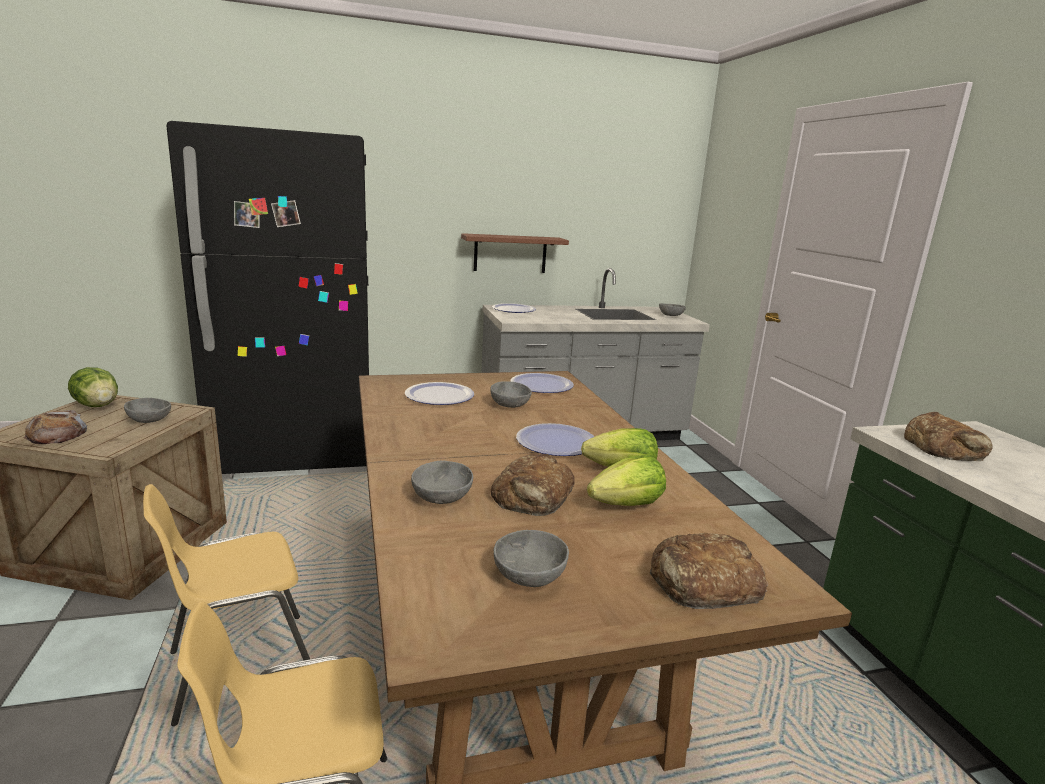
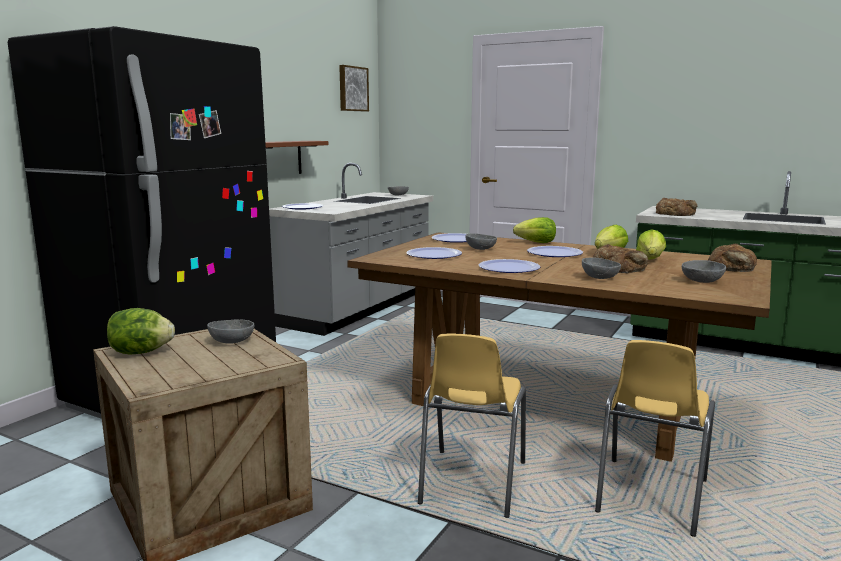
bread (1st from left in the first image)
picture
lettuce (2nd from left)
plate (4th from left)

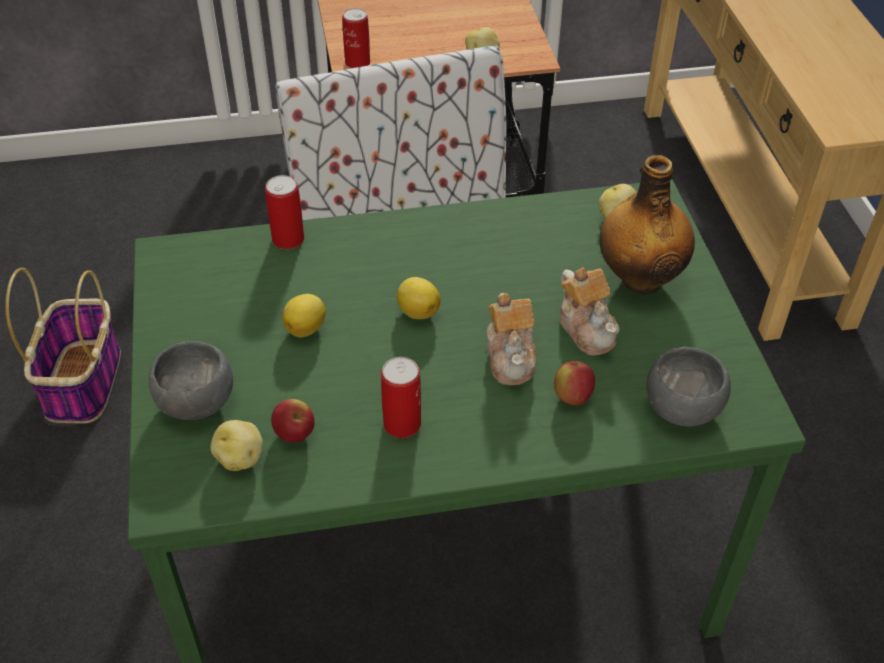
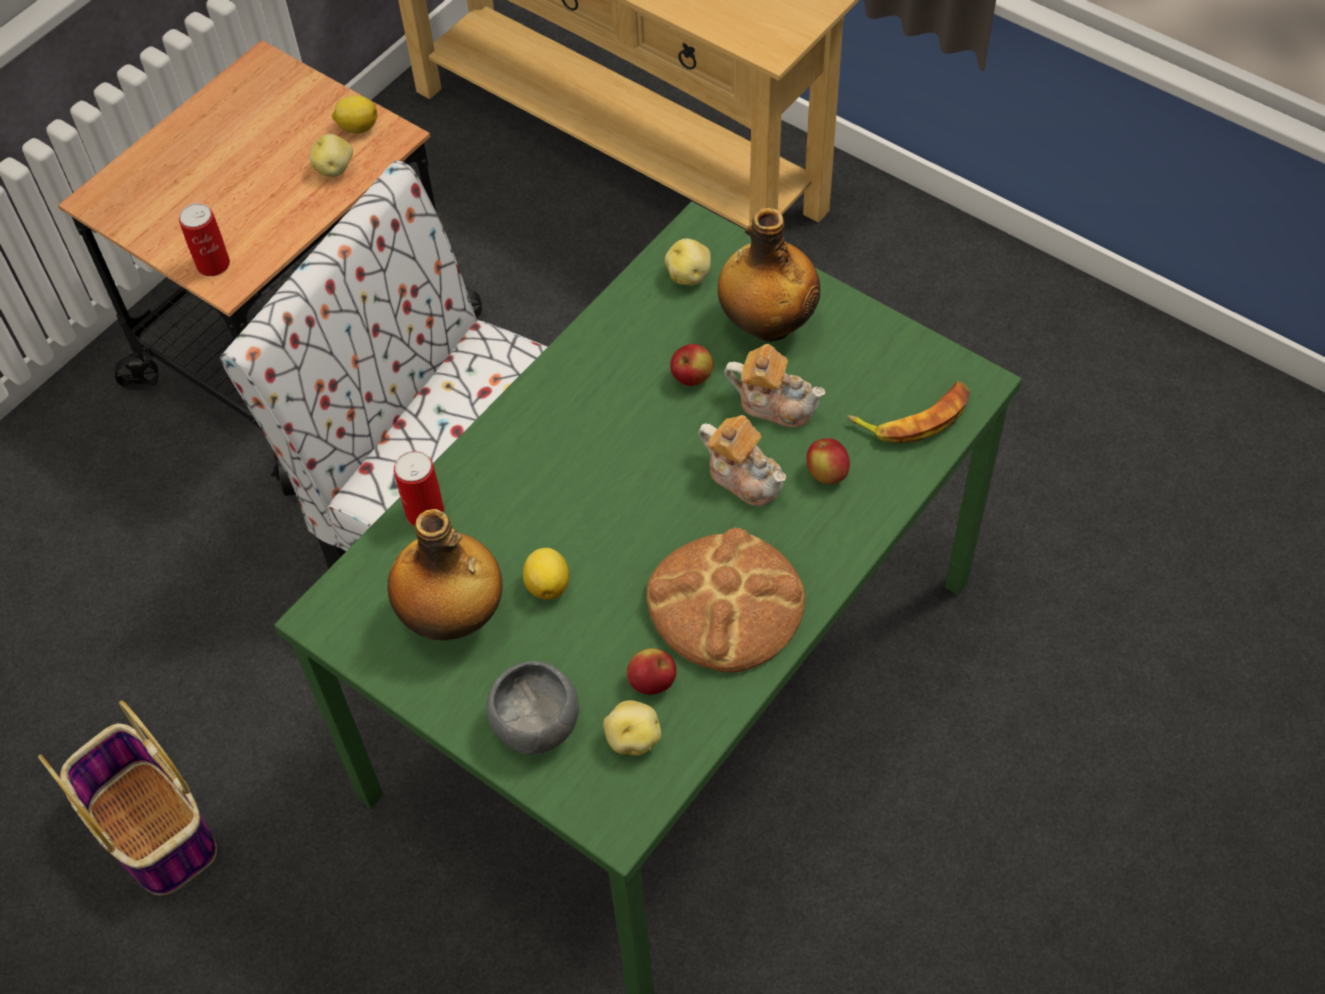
lemon (1st from left)
banana
bread
apple (2nd from left)
bottle (1st from left)

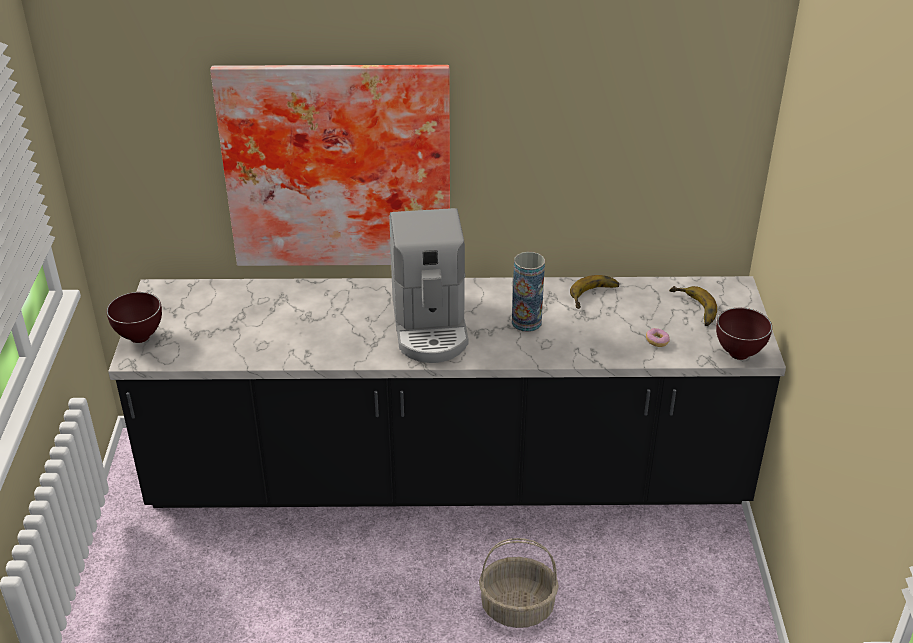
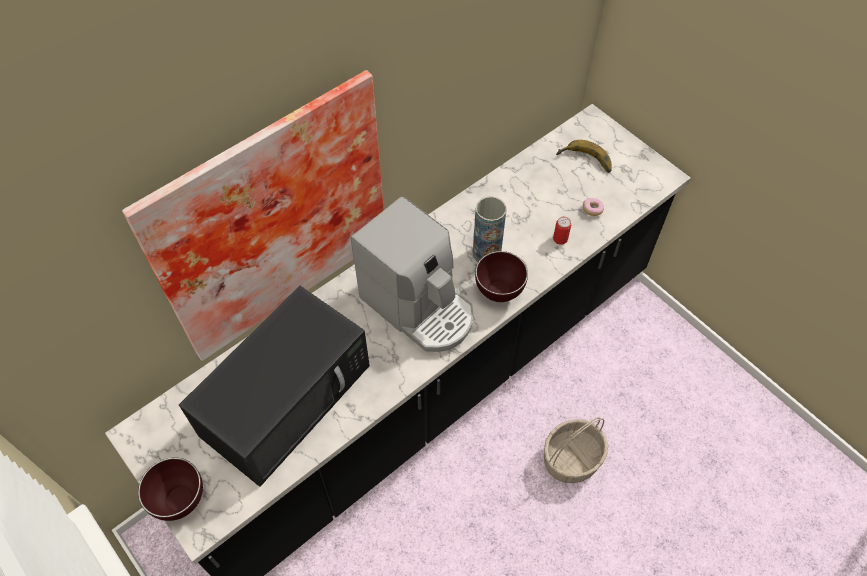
banana (1st from left in the first image)
brown bowl (2nd from left)
can
black microwave

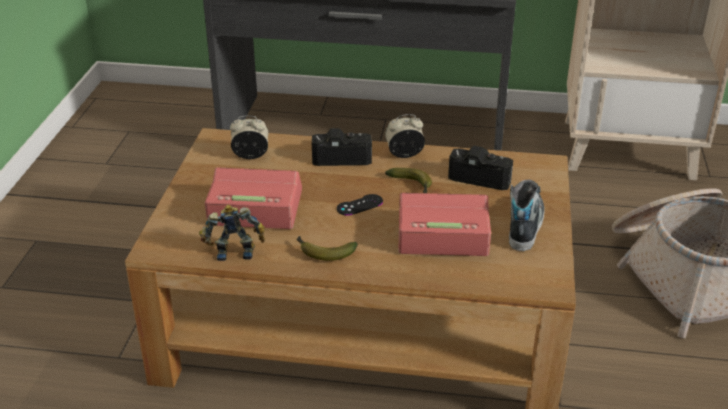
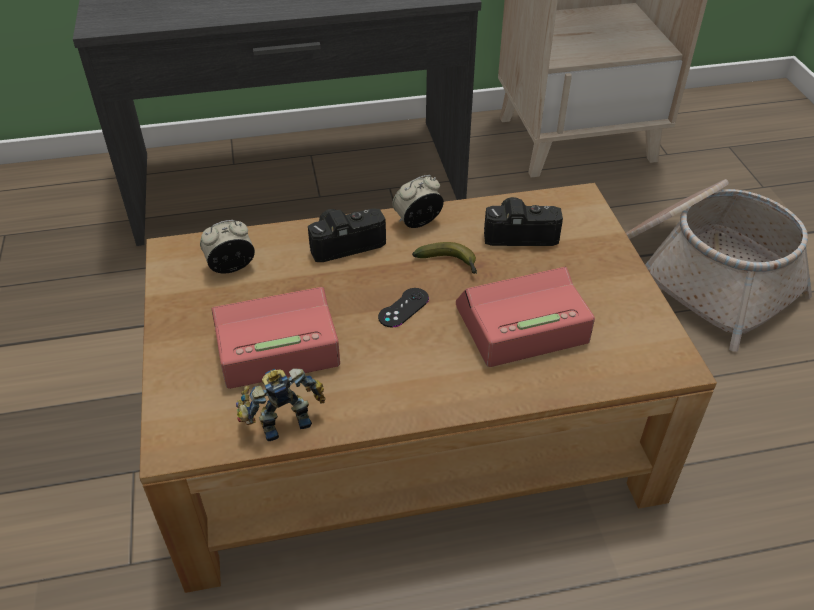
shoe
banana (1st from left in the first image)

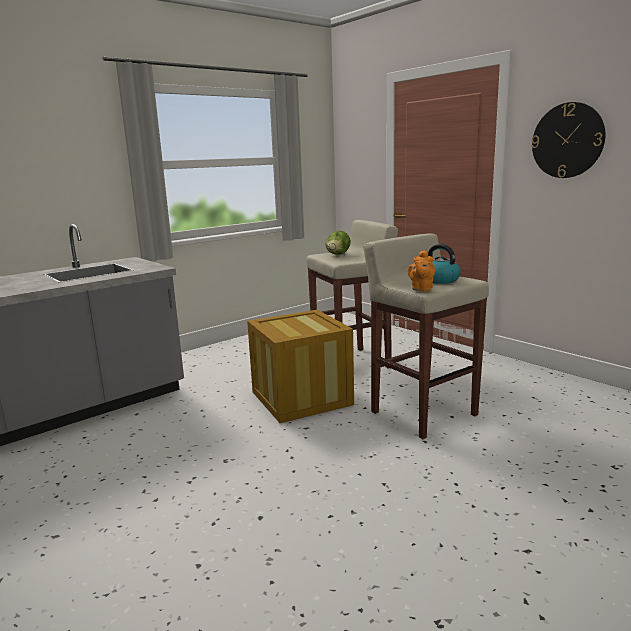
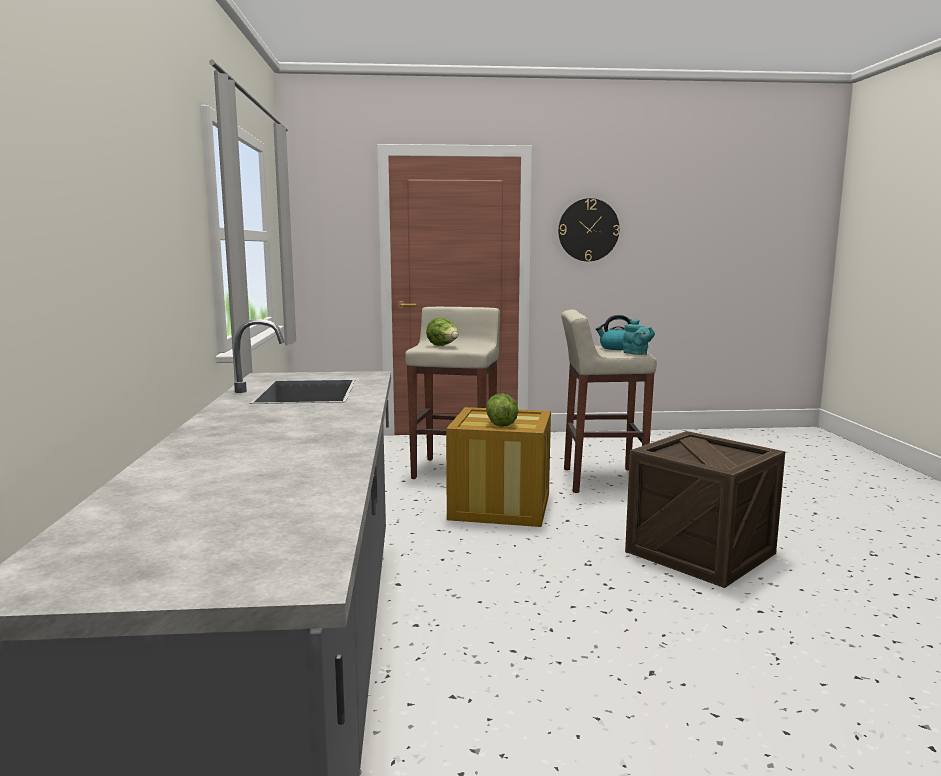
turquoise teapot
lettuce (2nd from left)
crate (2nd from left)

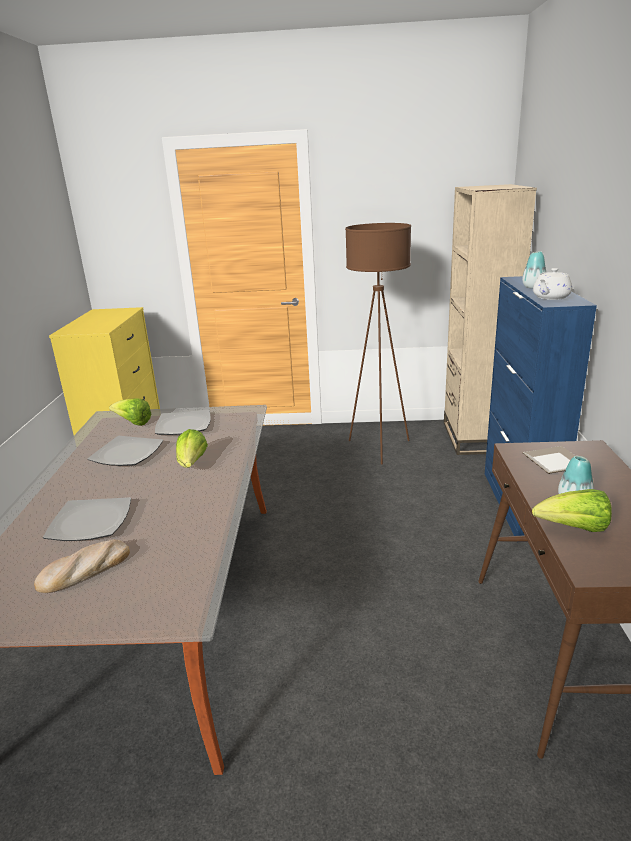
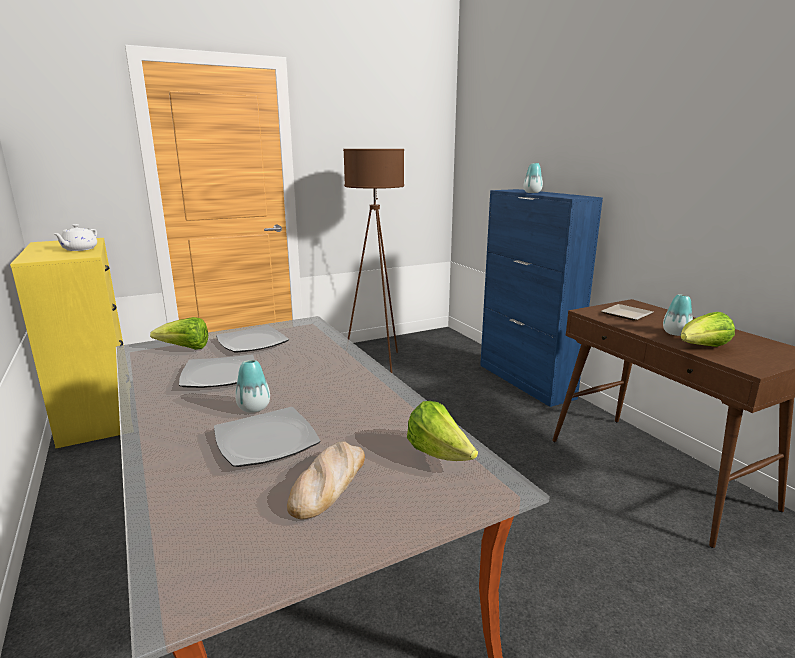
beige bookcase
white teapot
lettuce (2nd from left)
vase (1st from left)

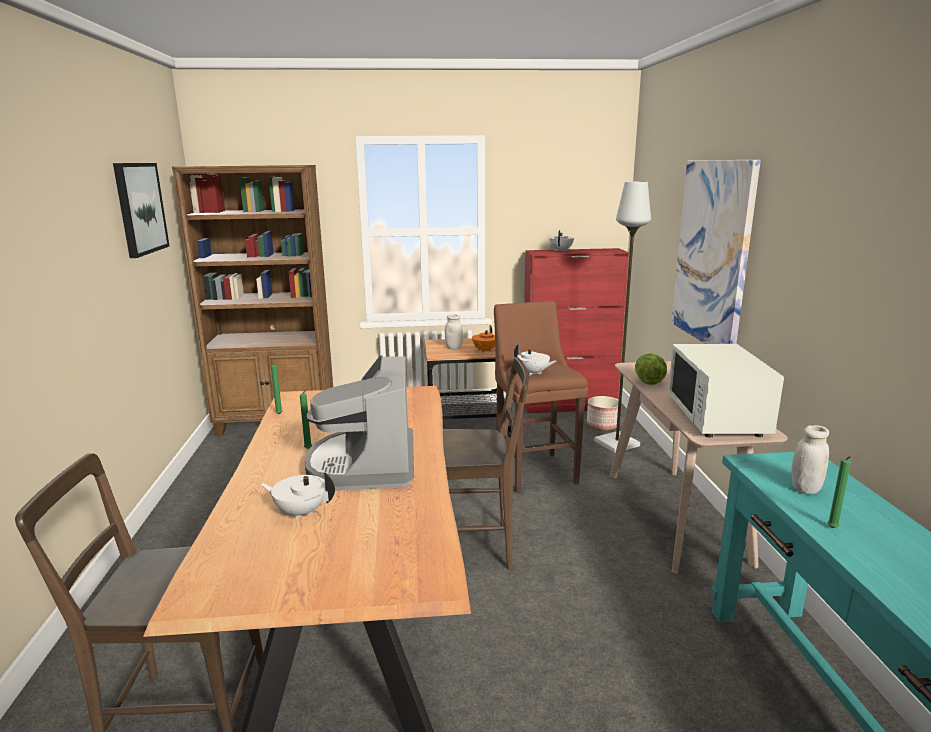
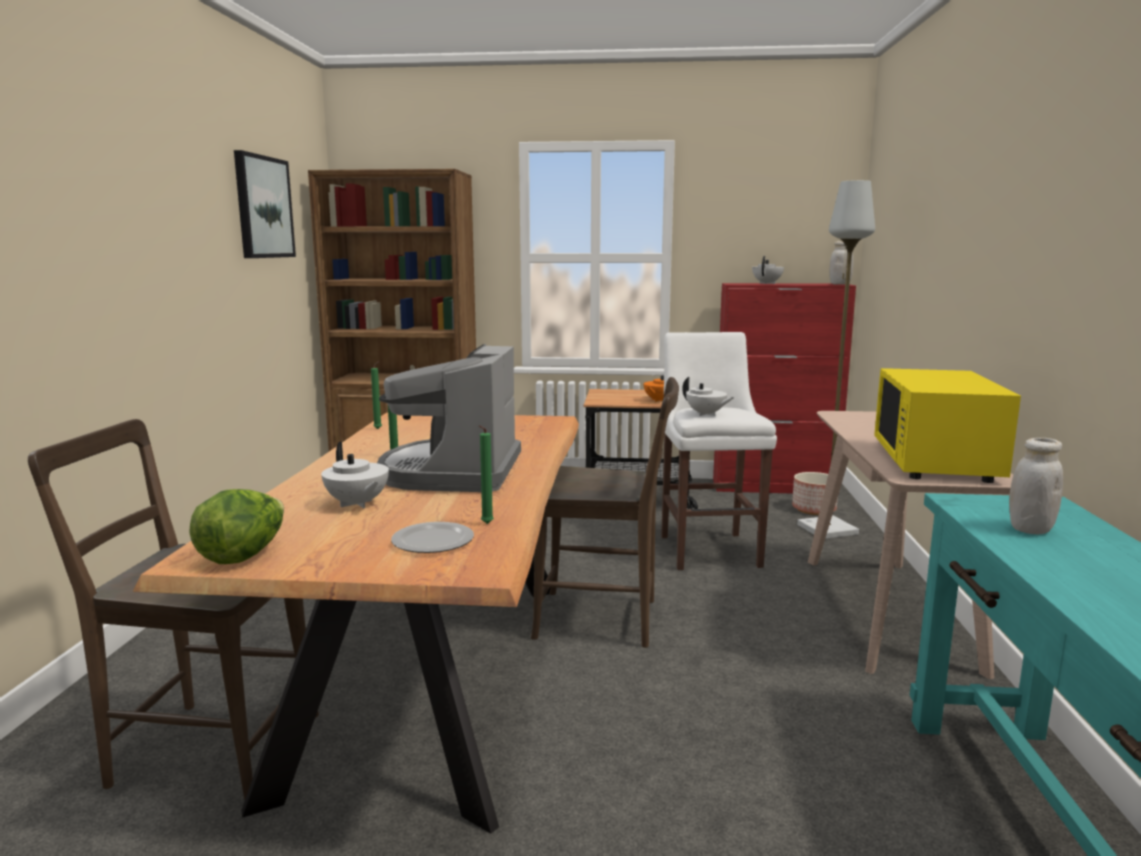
picture (2nd from left in the first image)
white stool
white jar (1st from left)
yellow microwave
lettuce
green candle (3rd from left)
white teapot (1st from left)
plate

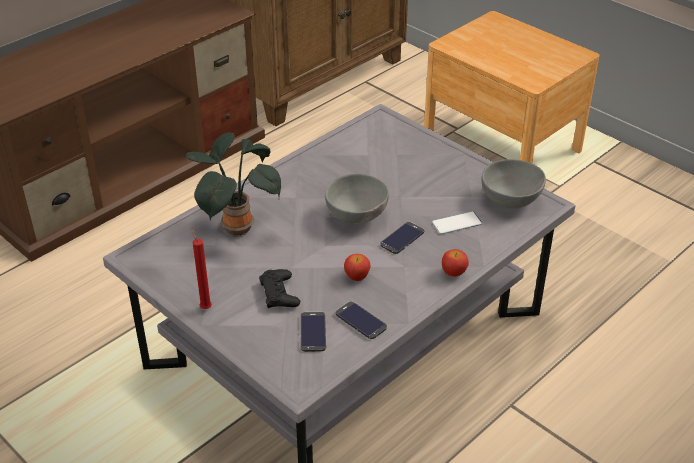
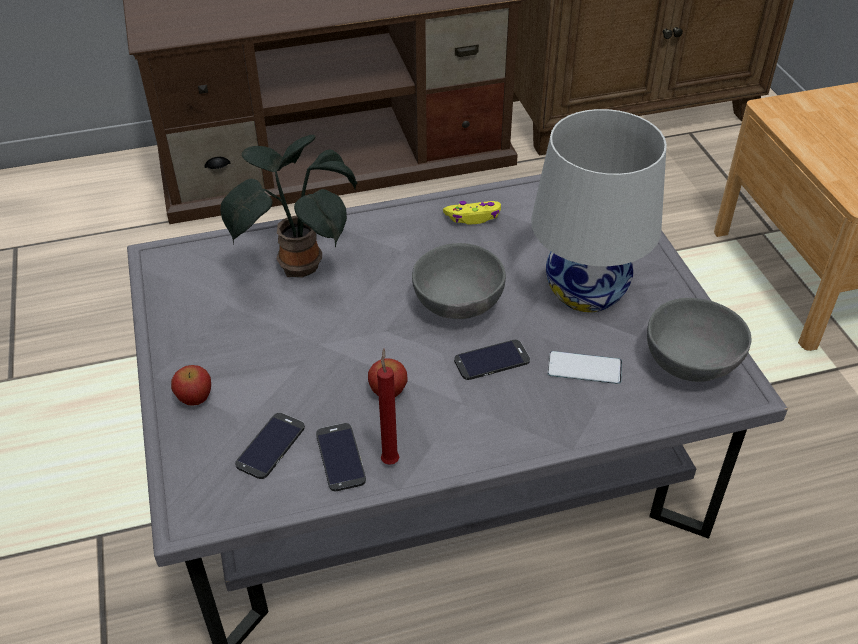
red candle
apple (1st from left)
black game controller
white table lamp
yellow game controller

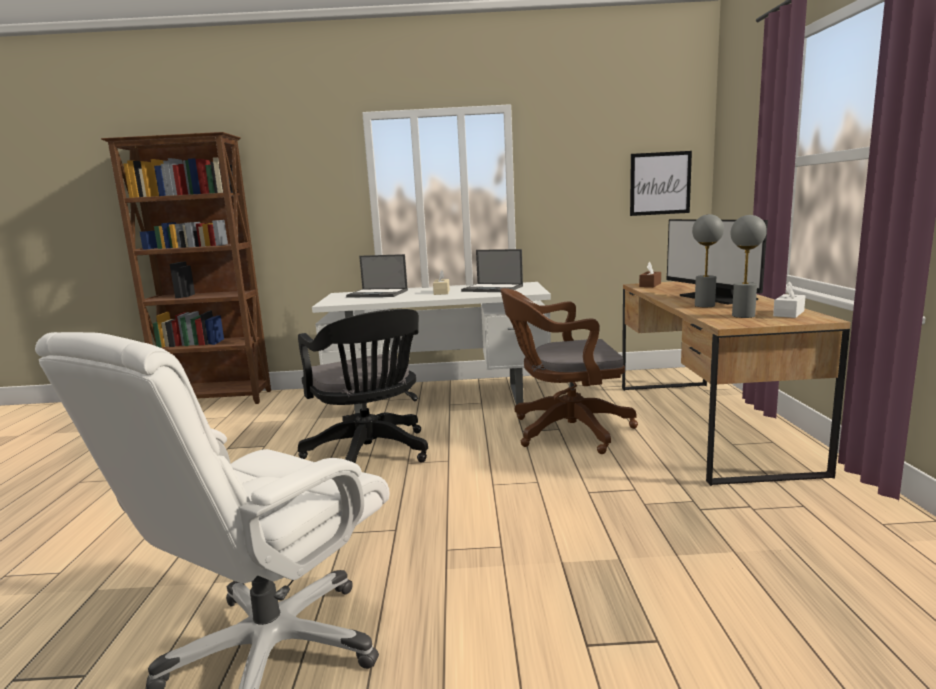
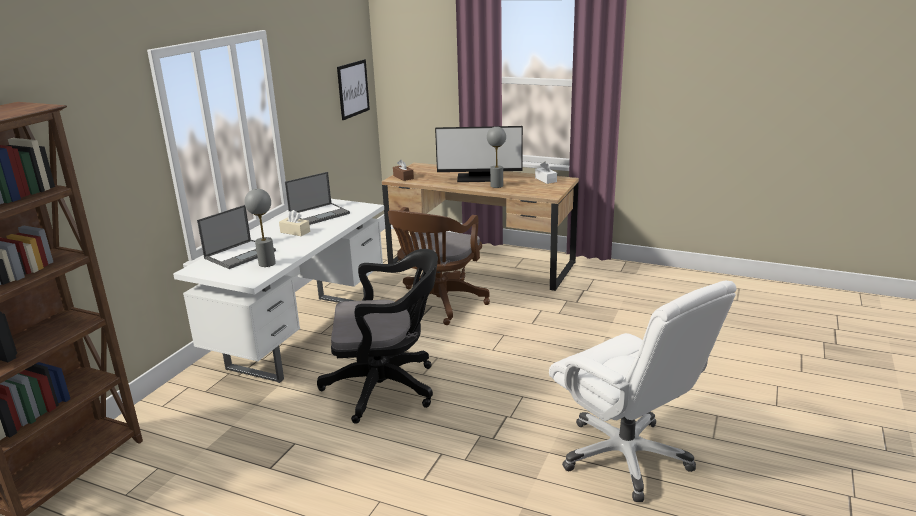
grey table lamp (1st from left)

